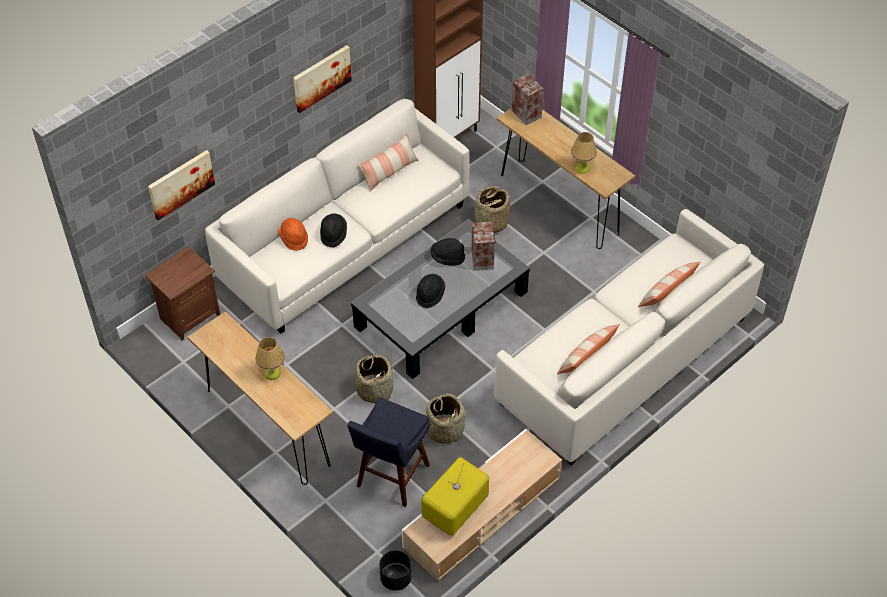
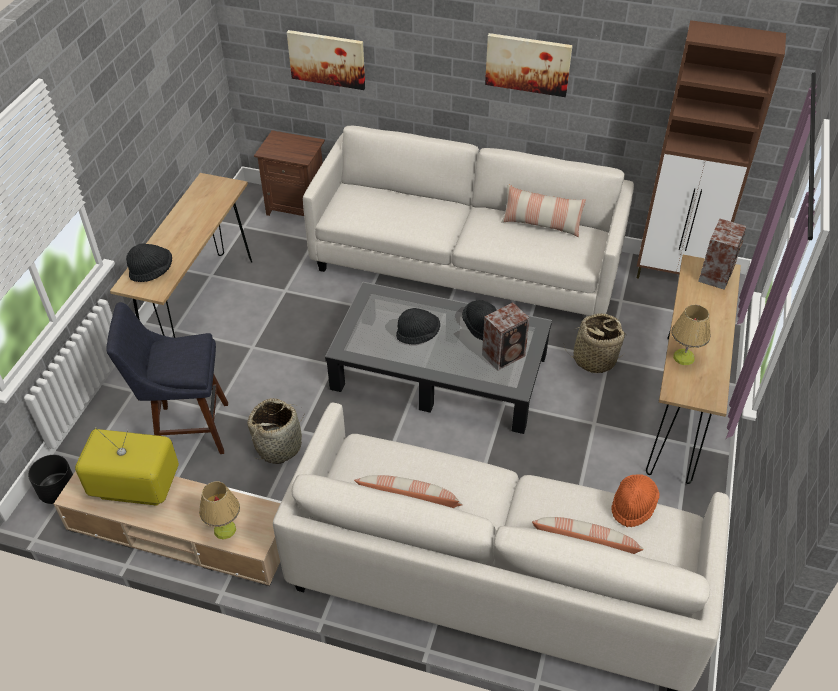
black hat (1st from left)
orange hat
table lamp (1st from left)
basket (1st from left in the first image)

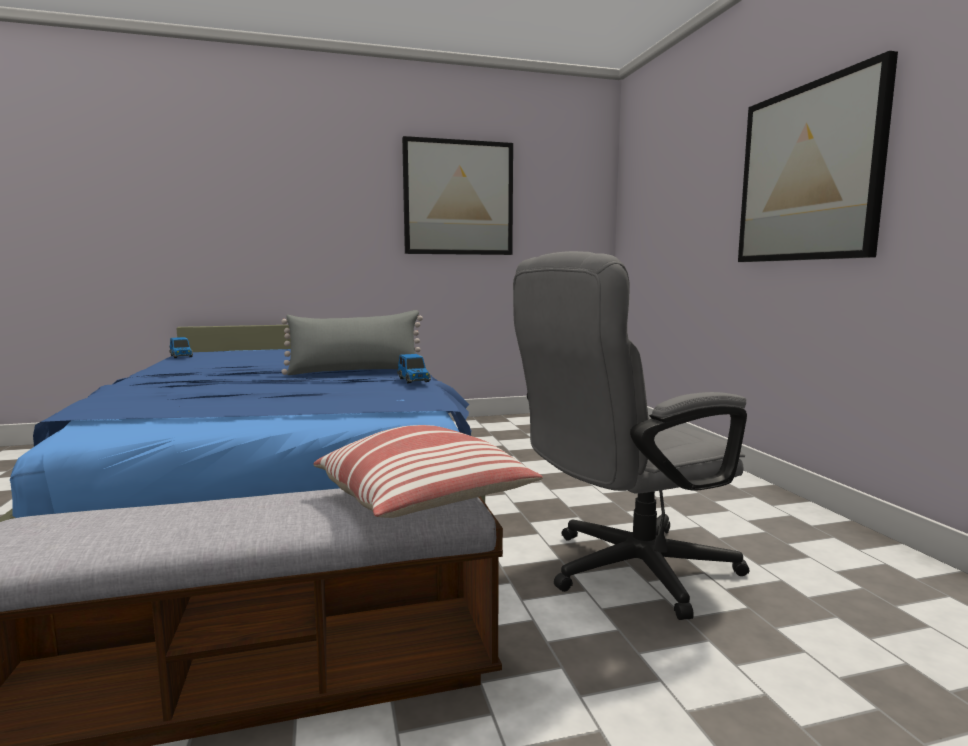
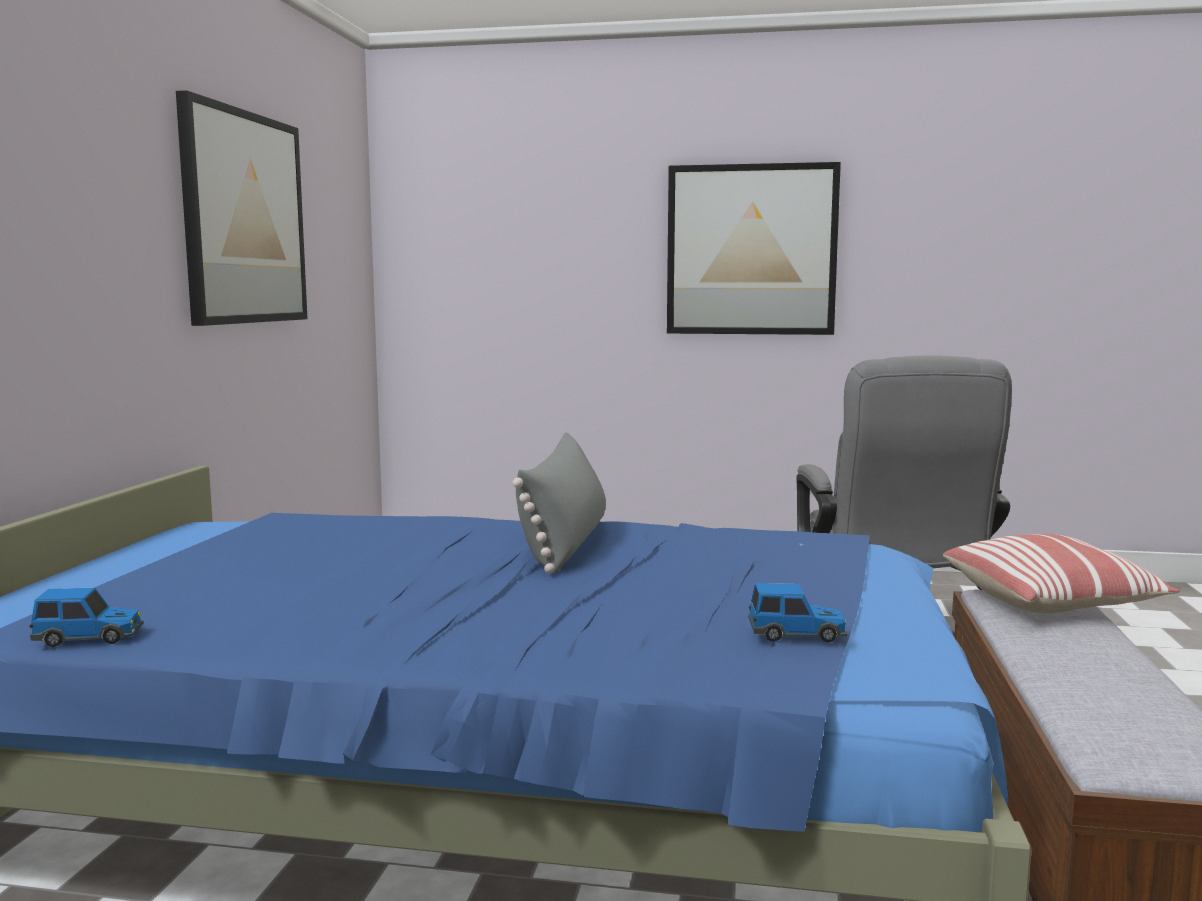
toy car (2nd from left)

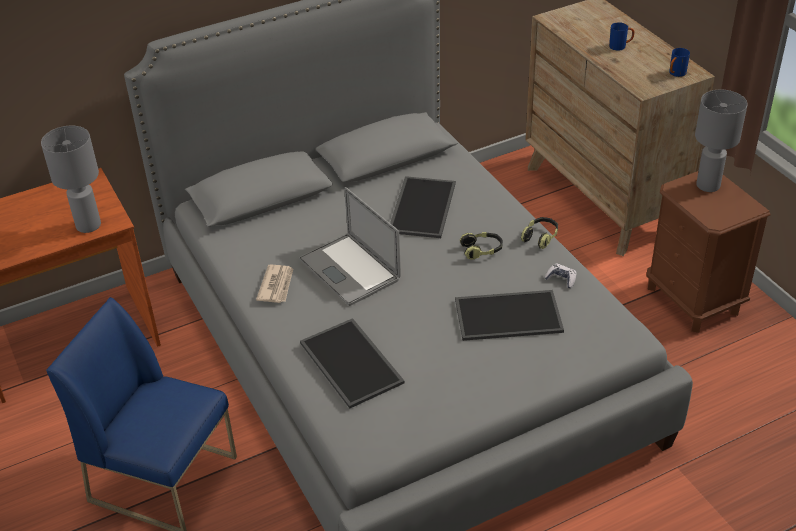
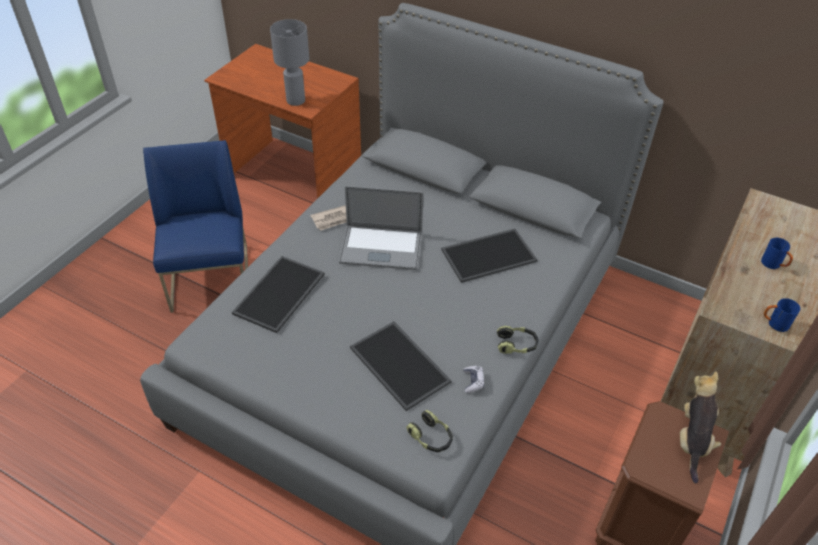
plush toy
laptop
headphones (1st from left)

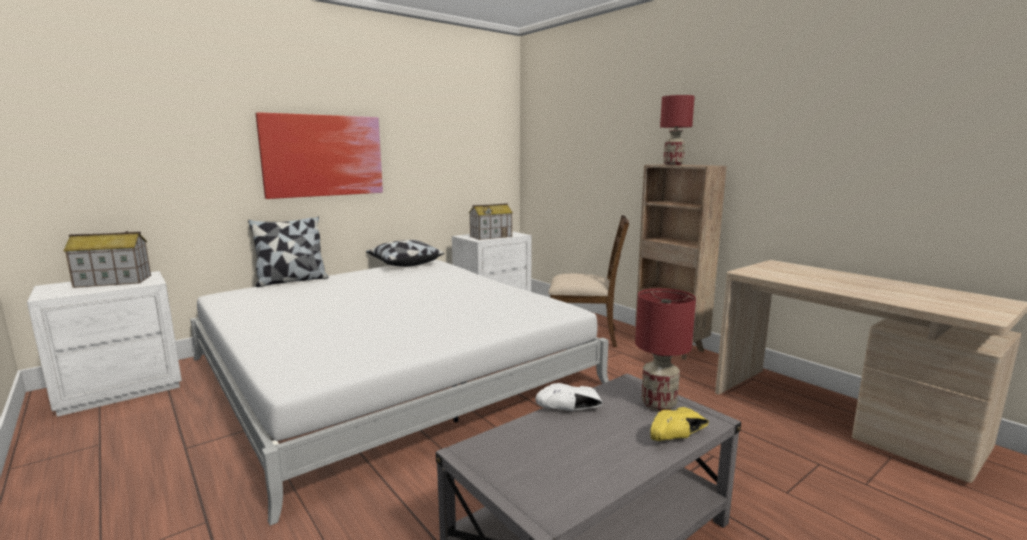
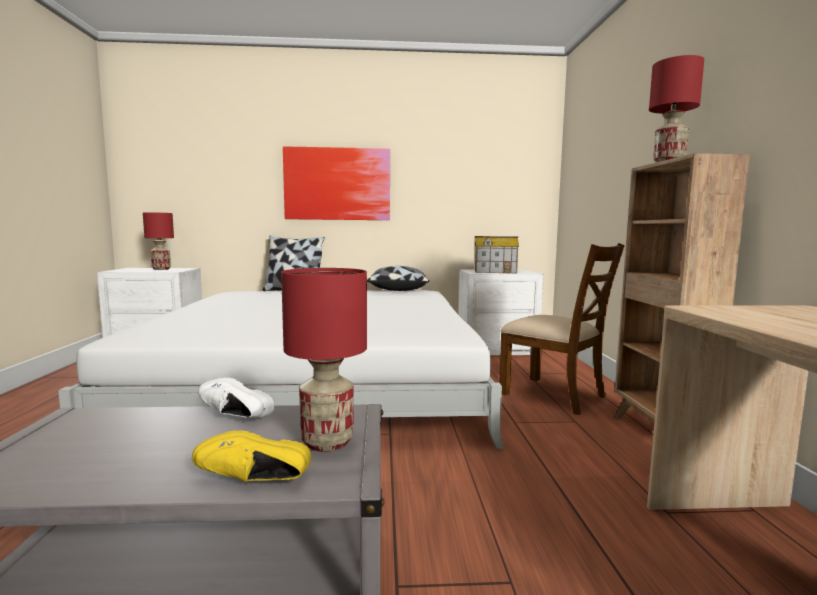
red table lamp (1st from left)

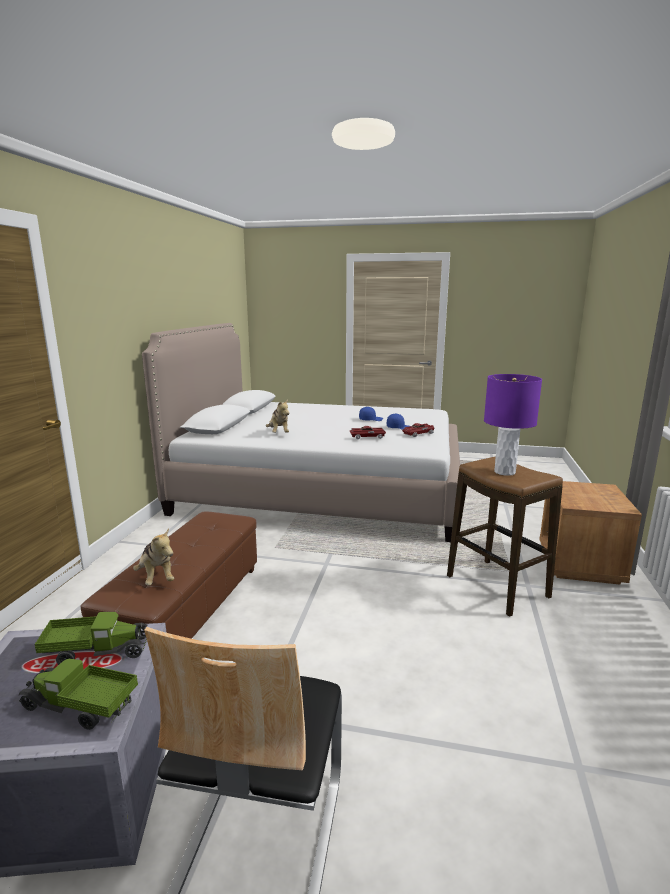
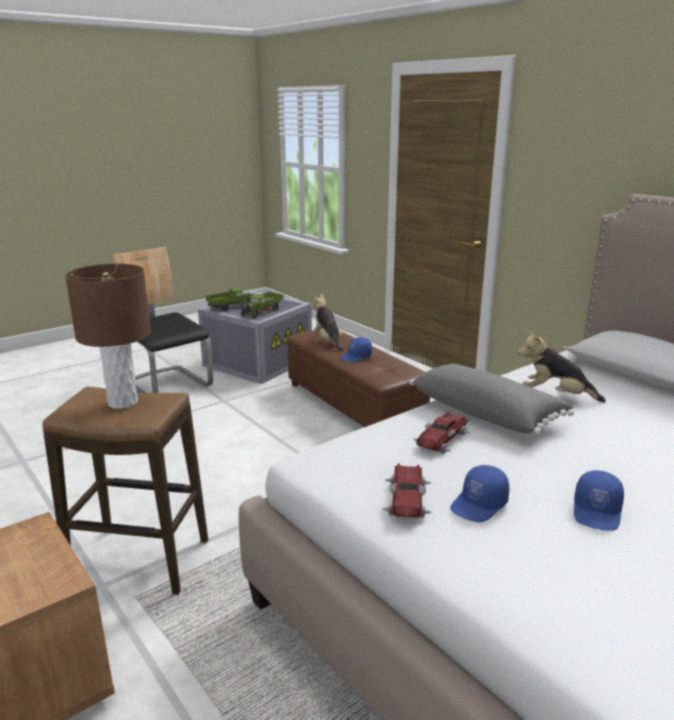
brown table lamp
plush toy (1st from left)
blue cap (1st from left)
grey pillow

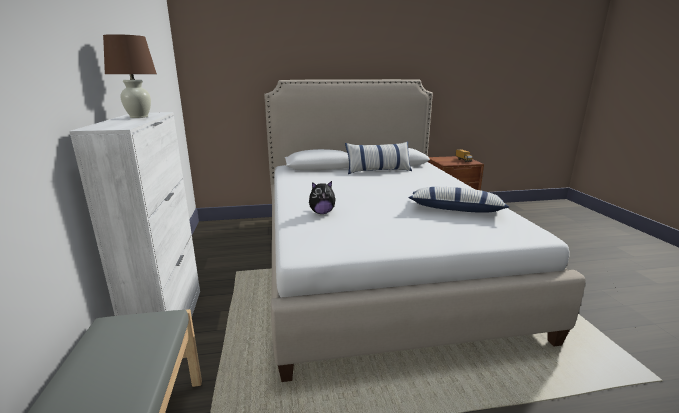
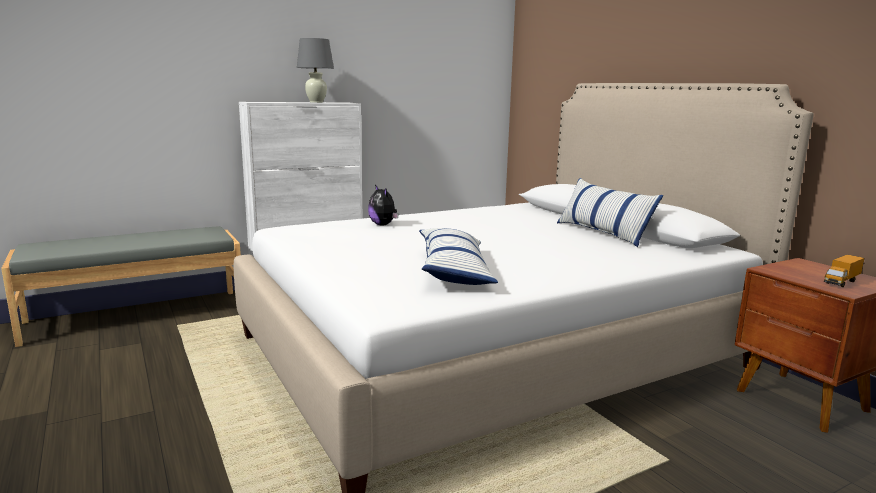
grey table lamp

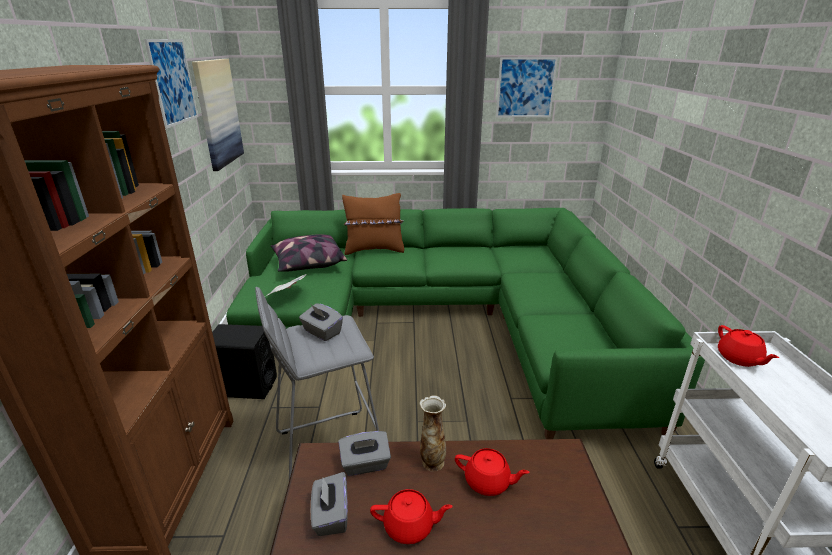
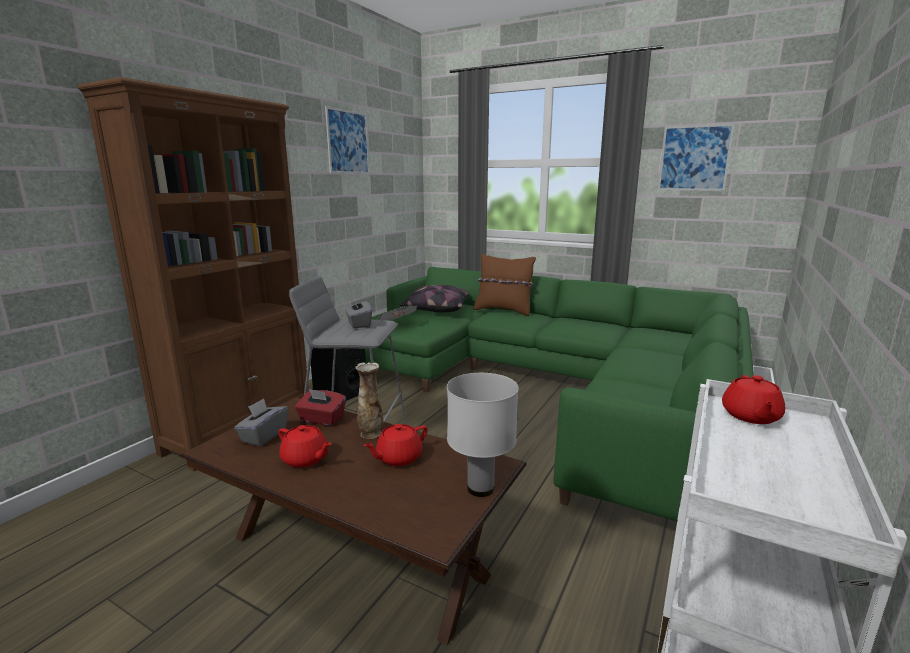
picture (2nd from left in the first image)
red tissue box
red teapot (2nd from left)
white table lamp

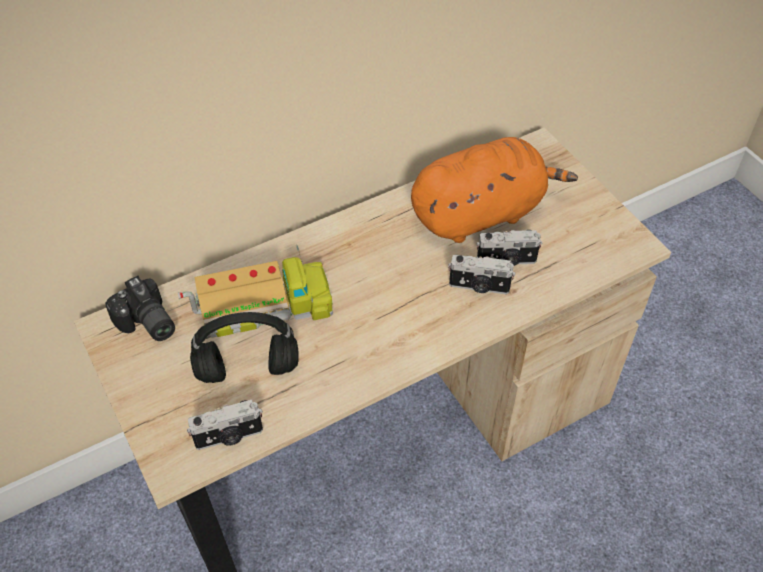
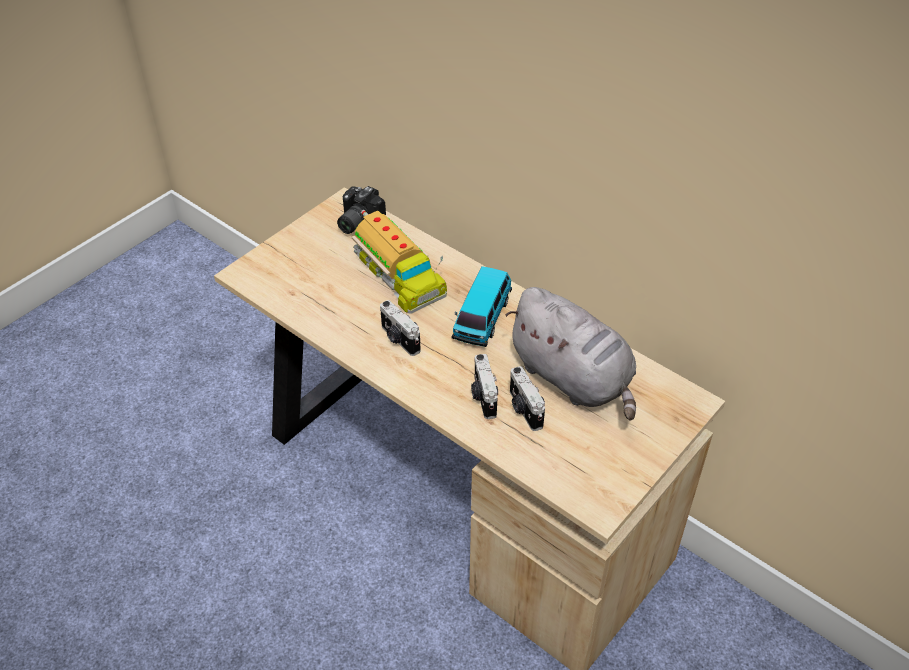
grey plush toy
black headphones
photo camera (2nd from left)
toy car

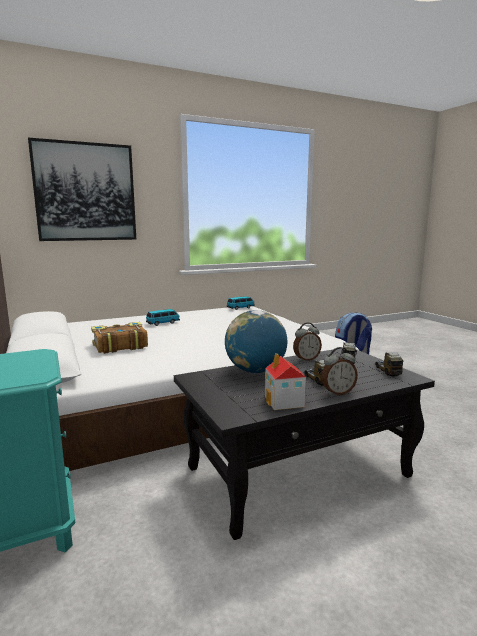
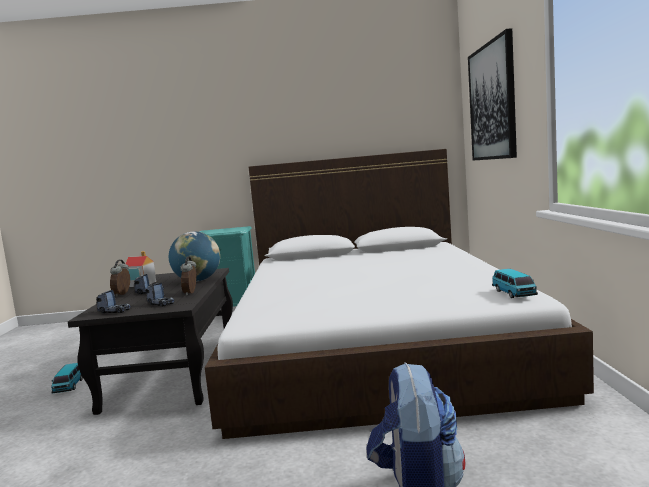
toy car (1st from left)
book

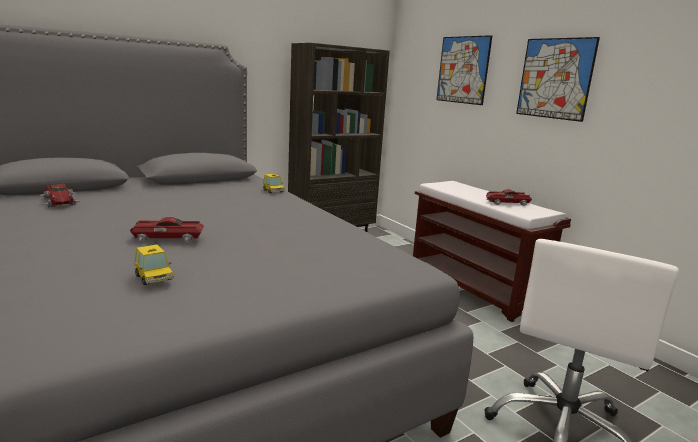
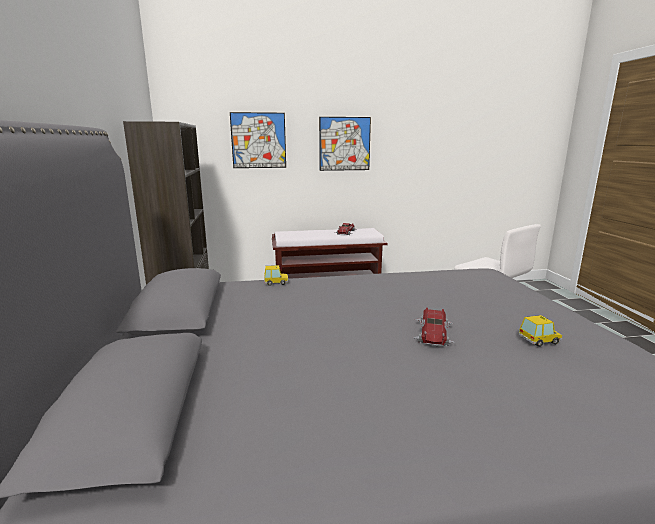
toy car (1st from left in the first image)

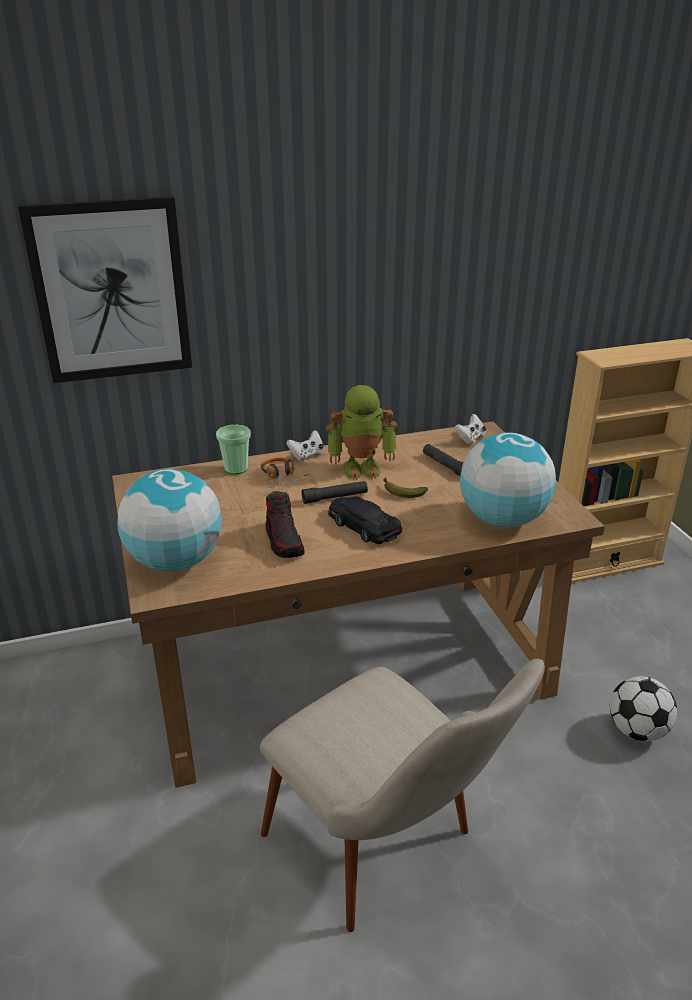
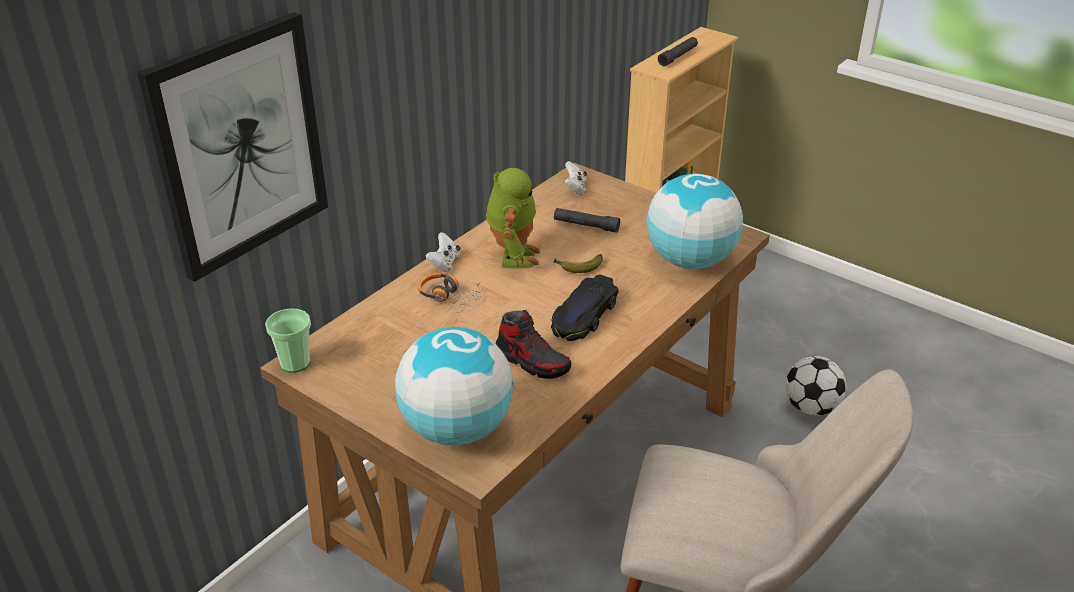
toy robot
cup
black flashlight (2nd from left)
black toy car

